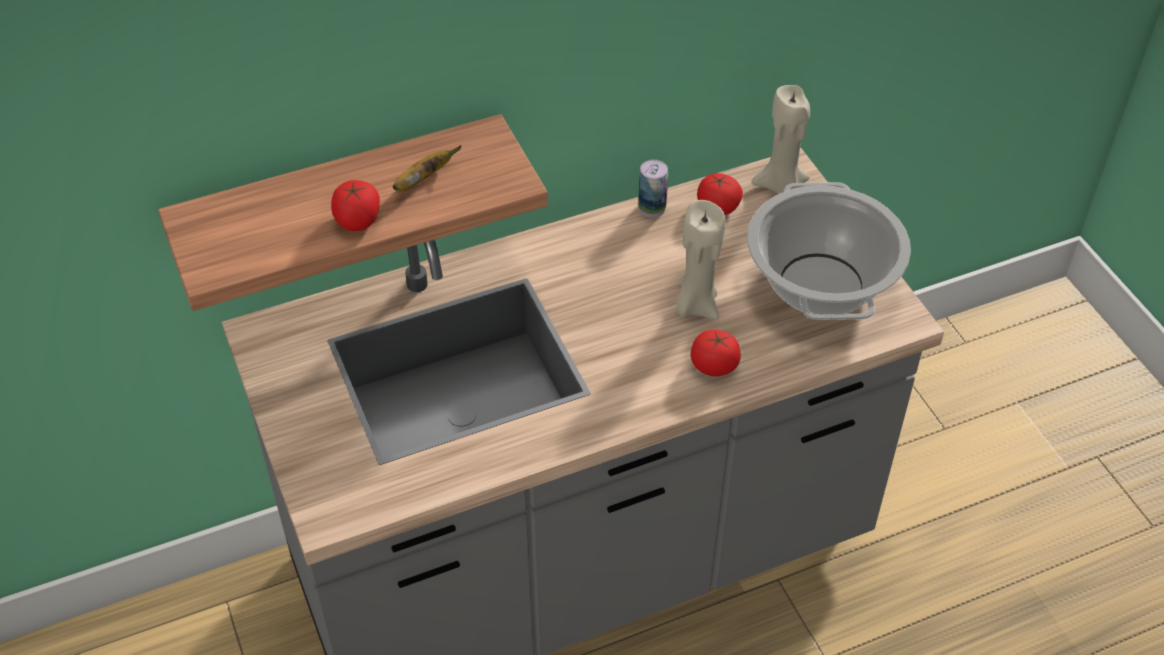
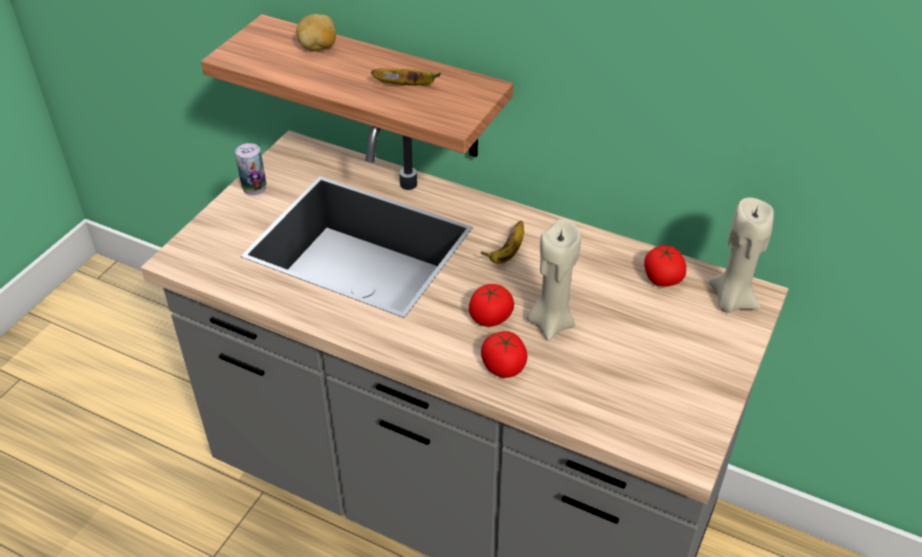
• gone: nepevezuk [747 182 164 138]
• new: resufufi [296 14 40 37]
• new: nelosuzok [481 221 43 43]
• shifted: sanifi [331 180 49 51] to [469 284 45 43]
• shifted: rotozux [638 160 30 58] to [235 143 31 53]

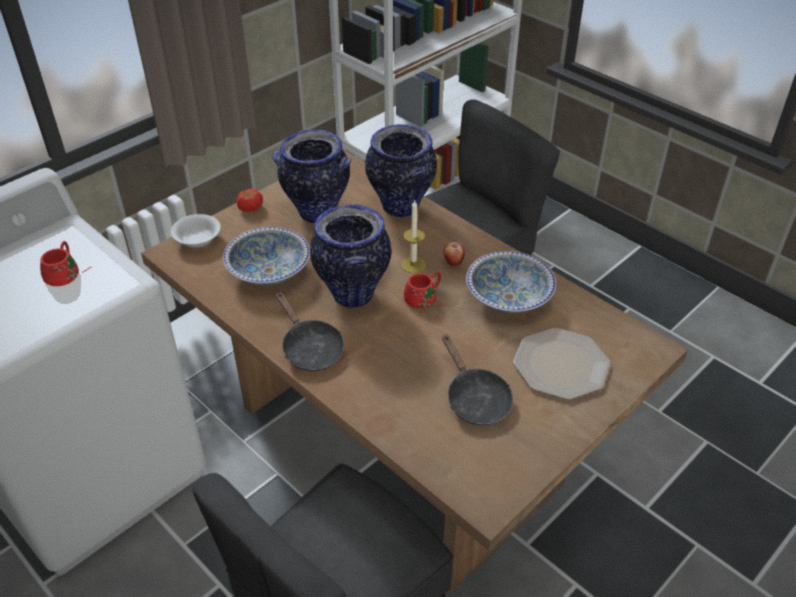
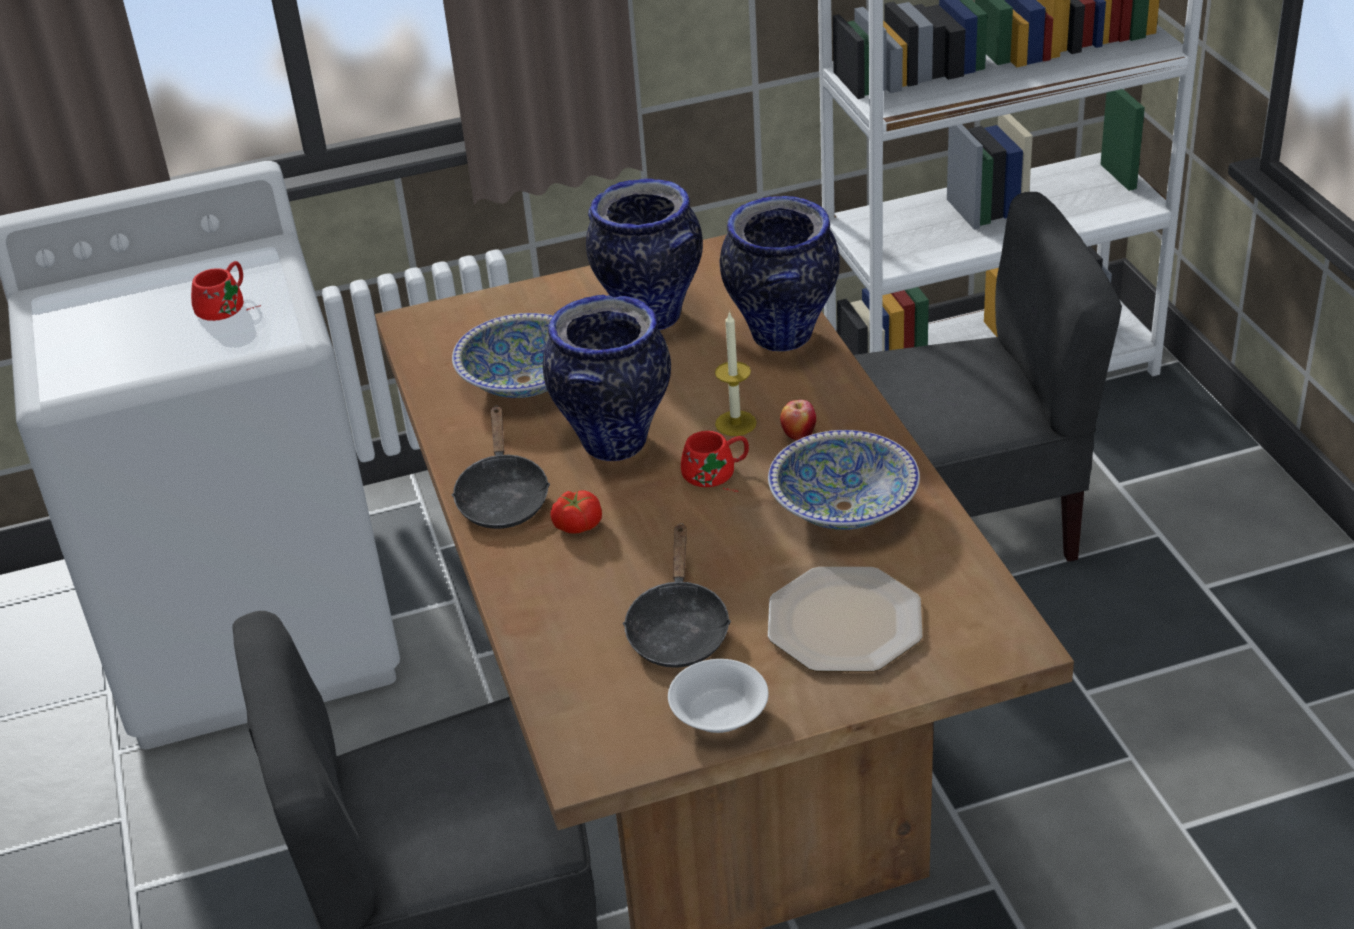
• shifted: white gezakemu [171 214 50 33] to [668 659 101 74]
• shifted: sanifi [237 189 26 23] to [551 490 51 44]

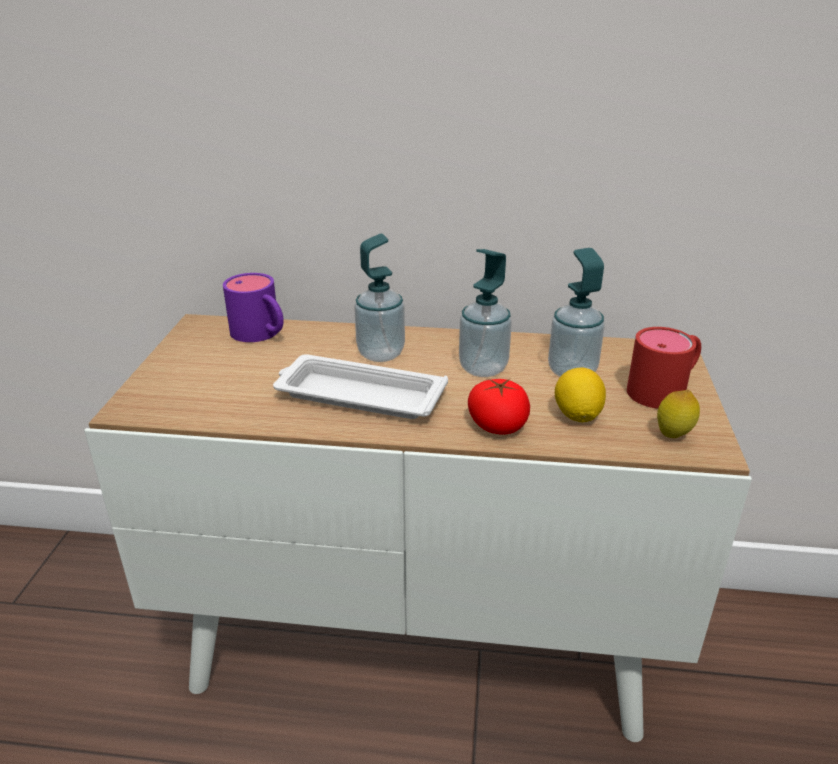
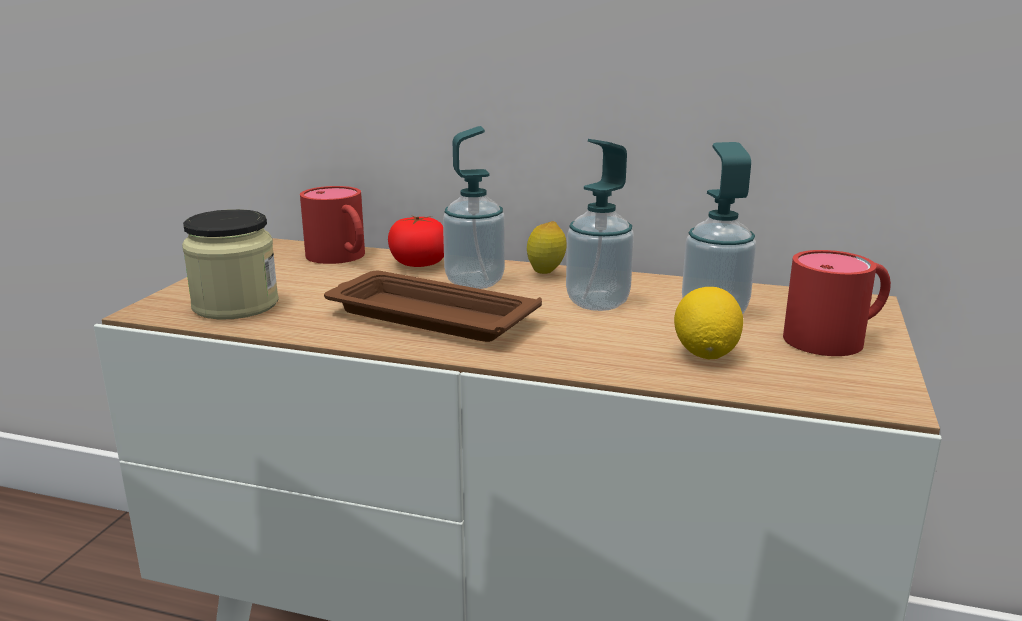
• new: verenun [182 209 97 111]
• shifted: sanifi [468 379 62 56] to [388 215 56 52]
• shifted: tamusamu [657 390 43 48] to [527 221 40 53]
• repainted: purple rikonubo [223 273 61 69] to red rikonubo [300 186 65 78]
• repainted: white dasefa [273 354 175 65] to brown dasefa [324 271 218 71]

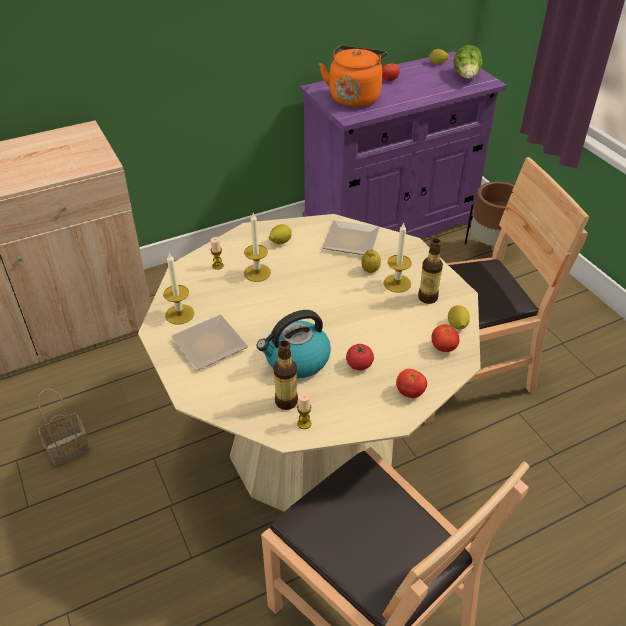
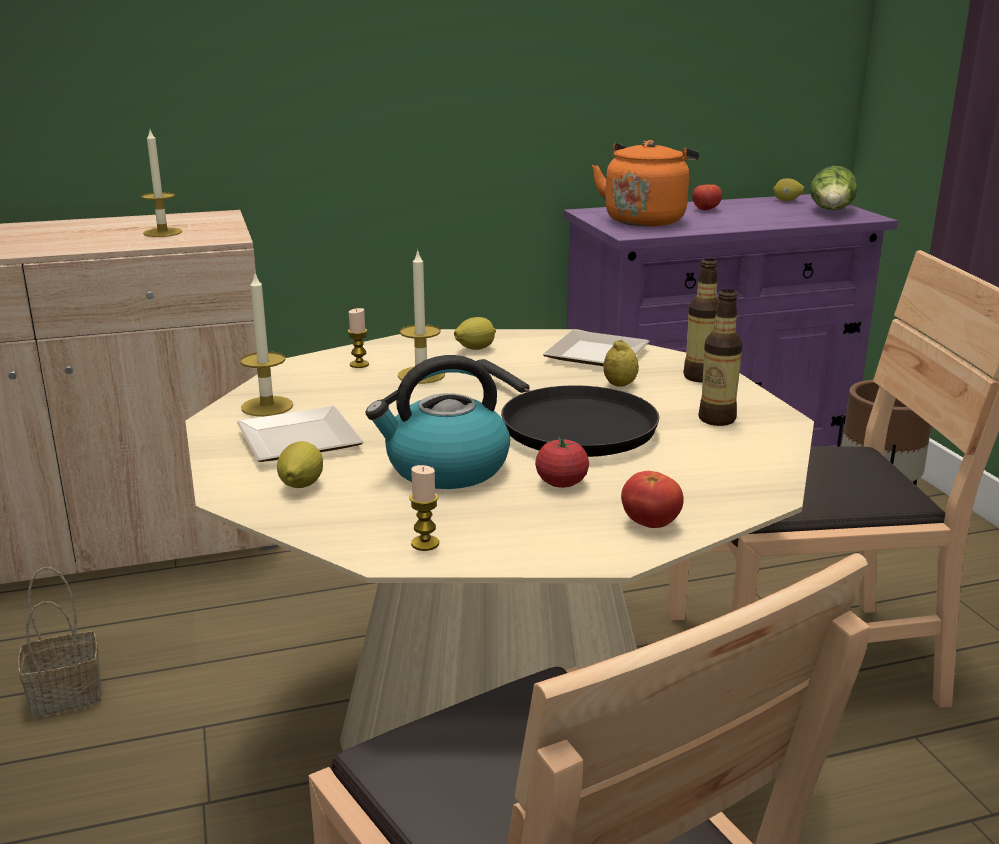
• gone: sanifi [431 324 28 28]
• new: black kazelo [476 359 183 98]
• shifted: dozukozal [273 341 25 69] to [683 258 36 124]
• shifted: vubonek [383 222 29 71] to [141 130 41 107]
• shifted: tamusamu [448 305 22 24] to [277 441 46 47]

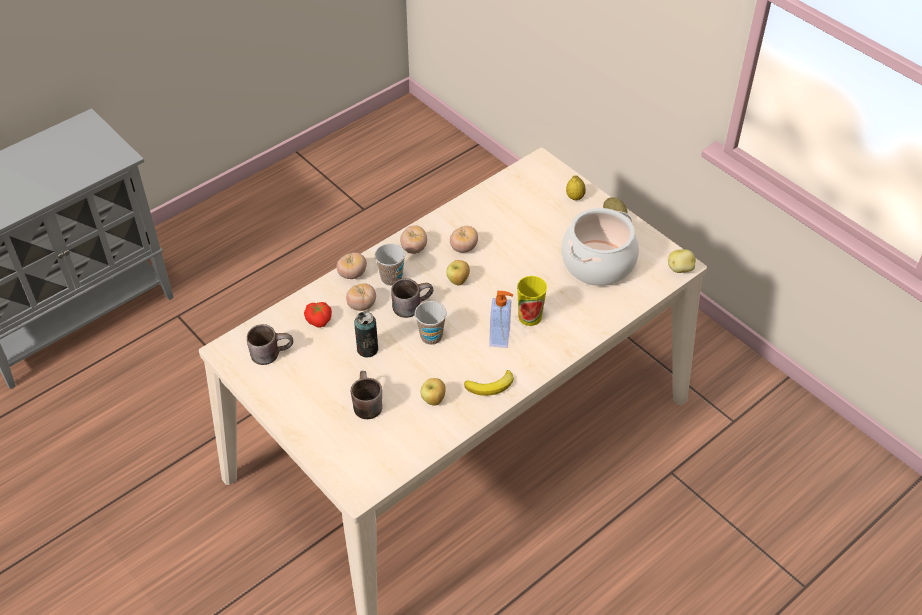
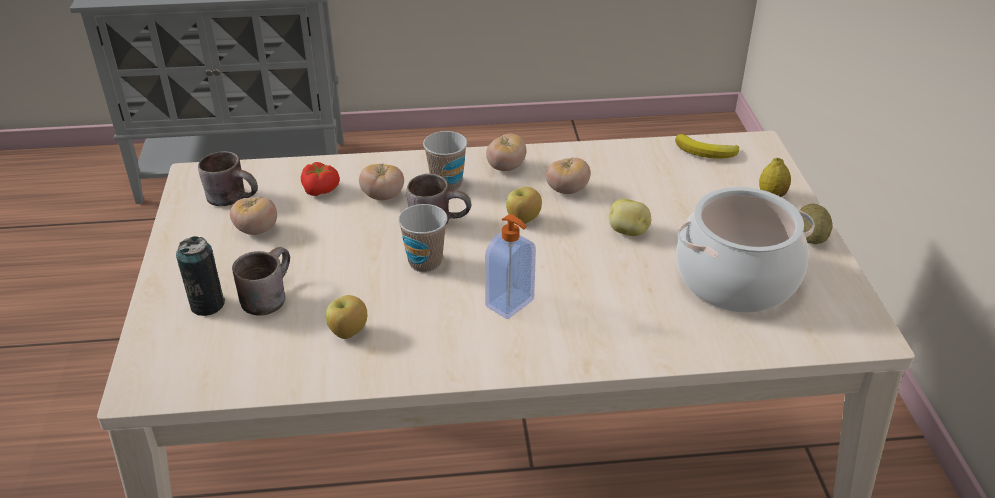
• gone: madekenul [517 276 30 50]
• shifted: sanifi [337 252 30 27] to [230 197 47 38]
• shifted: rotozux [354 311 24 46] to [176 236 49 80]
• shifted: nelosuzok [464 370 50 26] to [675 134 64 25]
• shifted: resufufi [668 249 28 24] to [609 199 42 37]

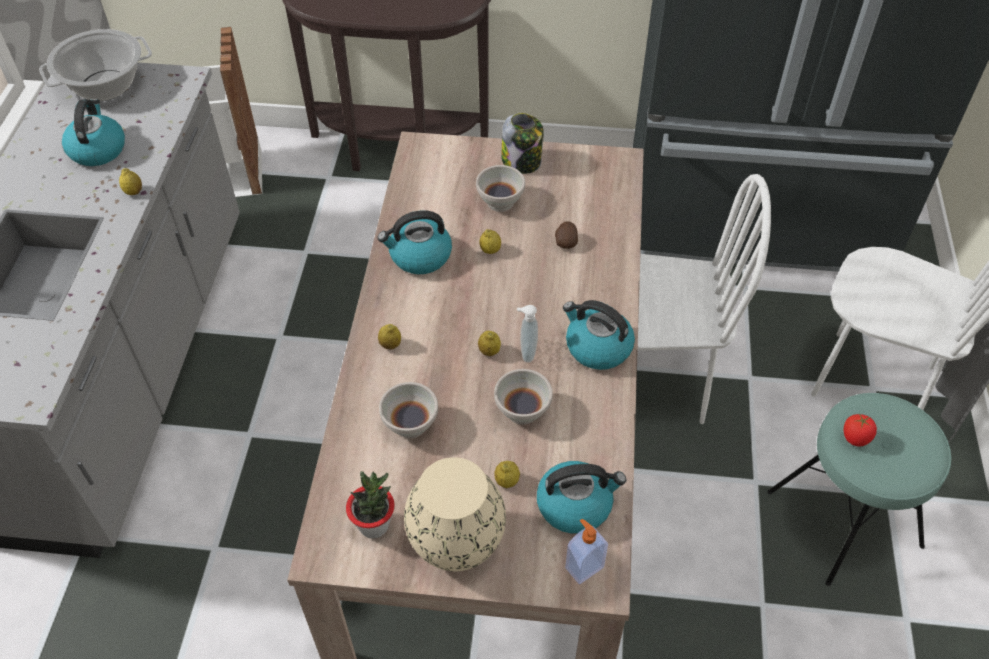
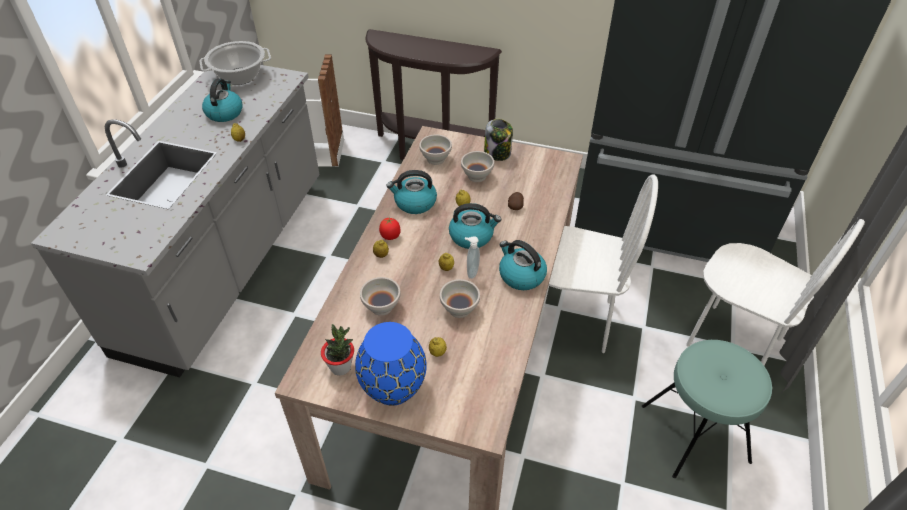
• gone: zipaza [565 519 43 65]
• new: white gezakemu [419 135 33 30]
• shifted: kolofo [537 461 89 73] to [449 203 52 46]
• shifted: sanifi [844 414 33 32] to [379 216 22 24]
• repainted: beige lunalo [404 457 102 115] to blue lunalo [355 322 72 84]

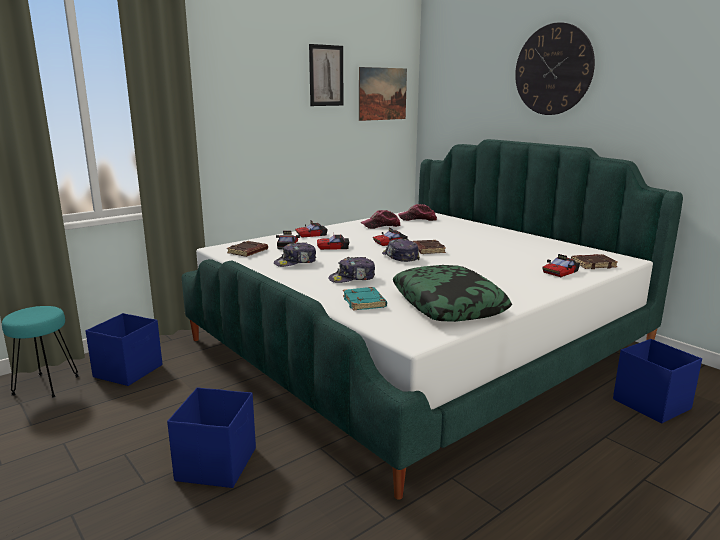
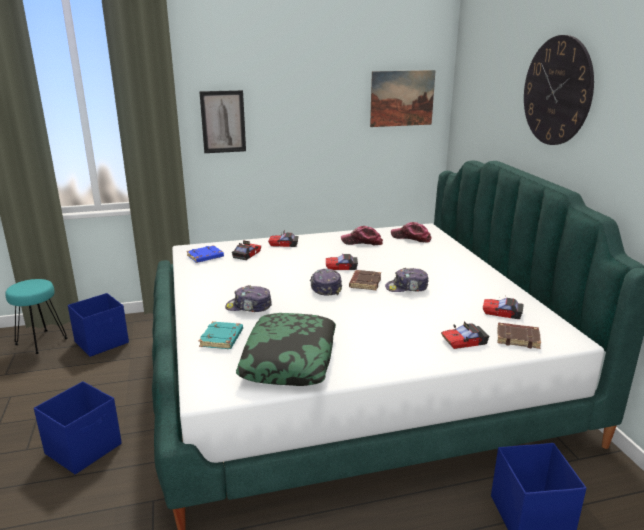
• shifted: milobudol [274 242 42 25] to [385 268 43 24]
• shifted: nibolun [309 44 34 62] to [199 90 47 63]
• shifted: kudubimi [317 233 32 17] to [483 298 41 21]
• repainted: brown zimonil [227 241 41 16] to blue zimonil [187 245 37 18]

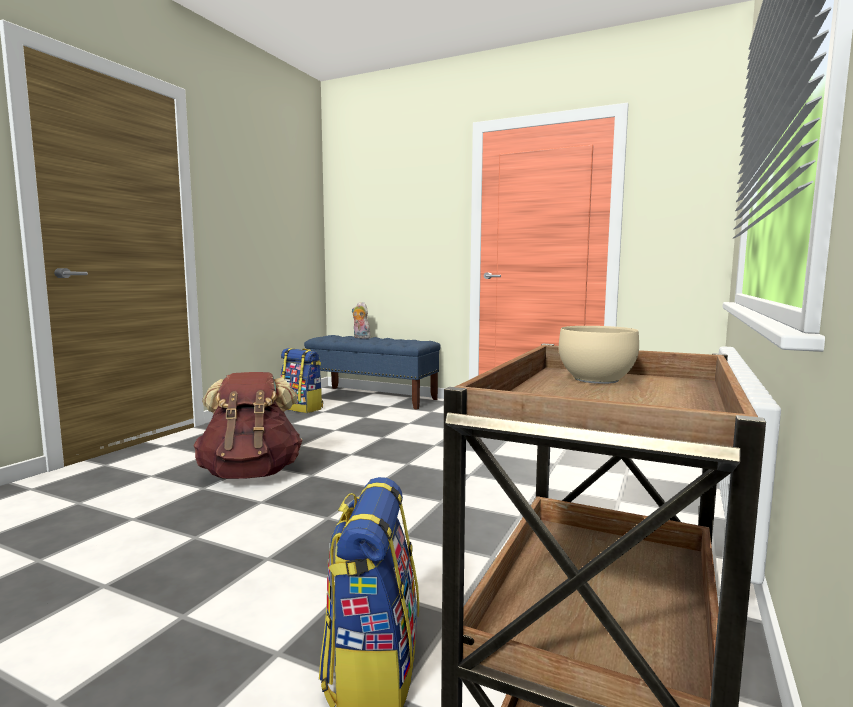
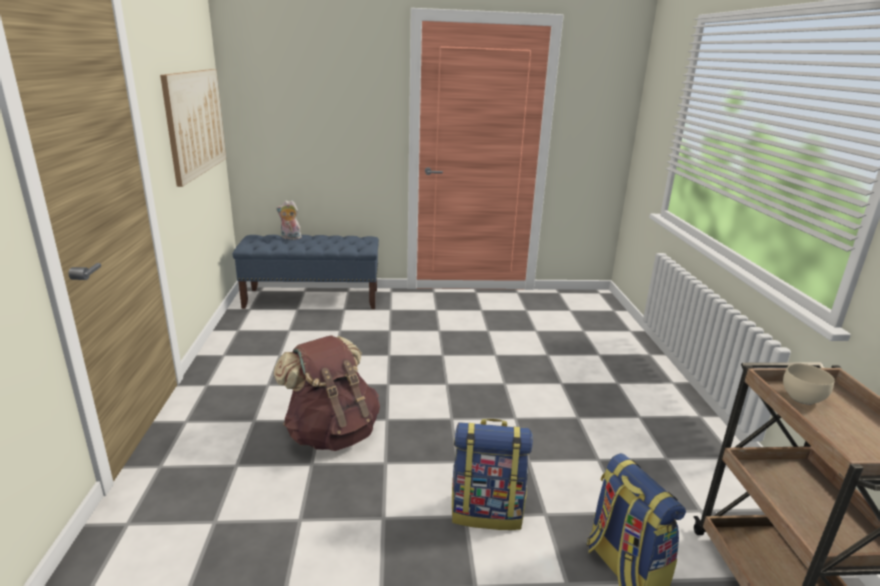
• new: nibolun [160 69 66 118]
• shifted: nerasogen [280 348 43 65] to [452 419 81 111]

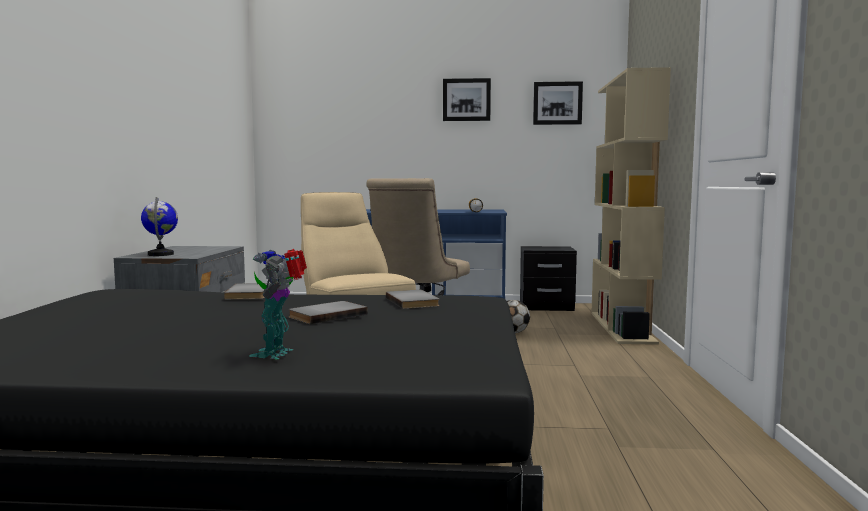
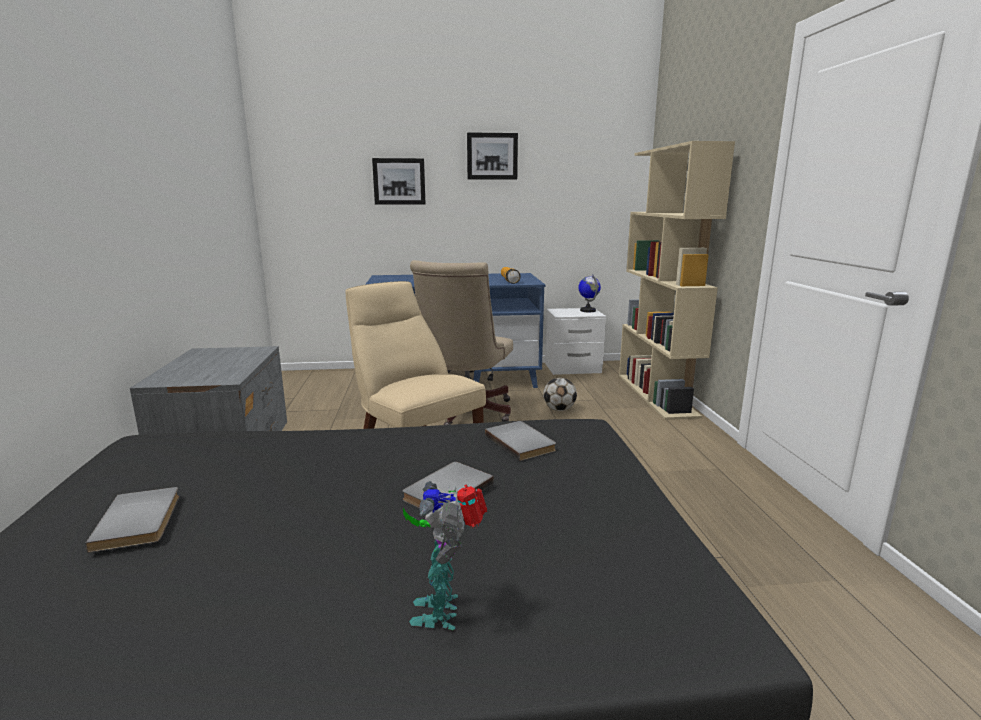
• shifted: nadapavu [141 197 37 59] to [578 274 23 38]
• shifted: grey zimonil [224 283 43 17] to [85 487 94 66]
• shifted: nibolun [533 81 50 44] to [372 158 54 47]
• repainted: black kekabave [520 246 57 65] to white kekabave [545 308 61 67]

